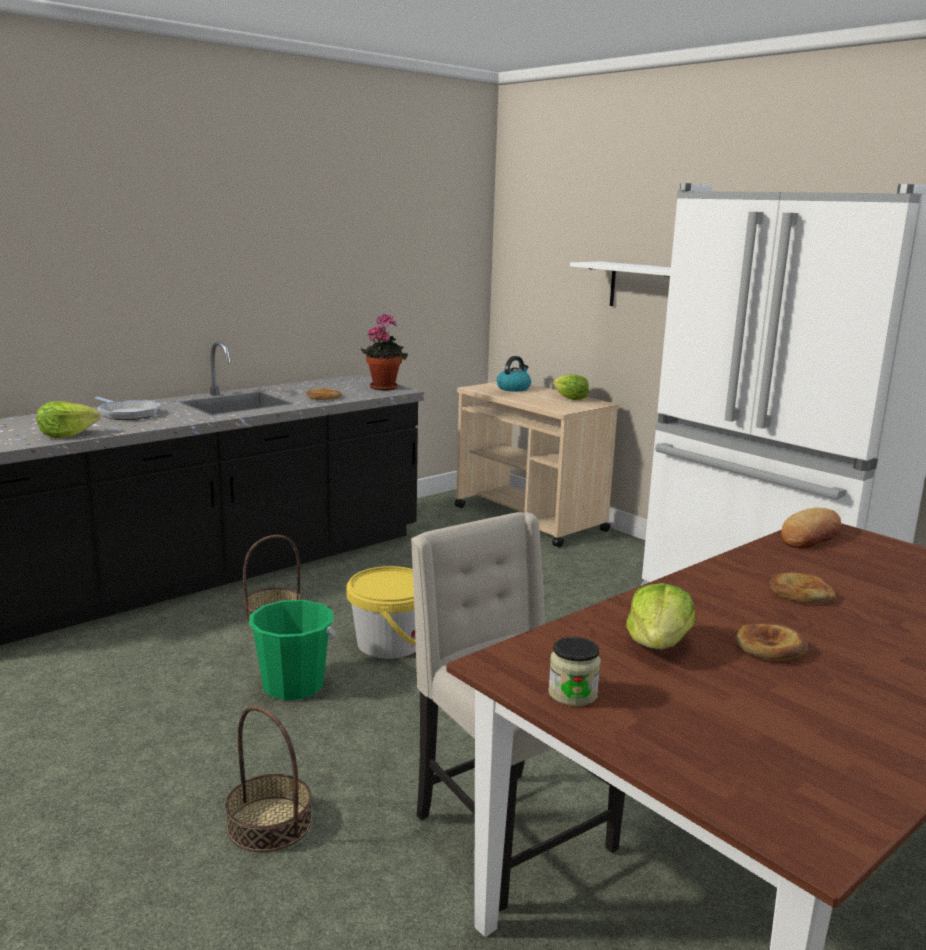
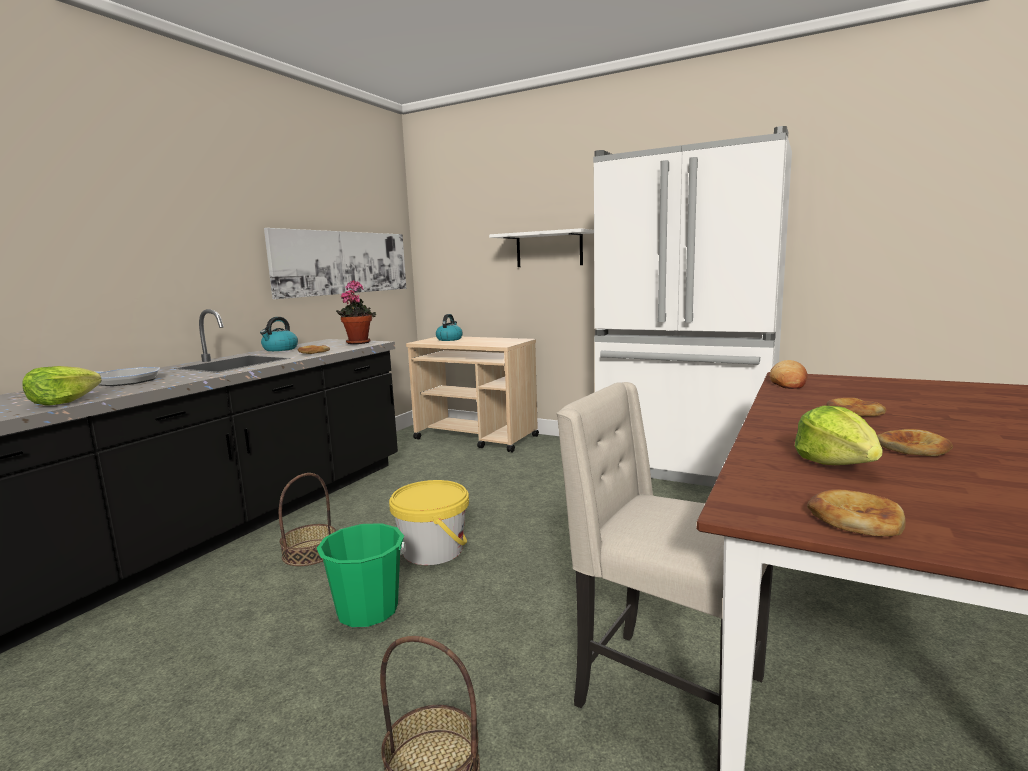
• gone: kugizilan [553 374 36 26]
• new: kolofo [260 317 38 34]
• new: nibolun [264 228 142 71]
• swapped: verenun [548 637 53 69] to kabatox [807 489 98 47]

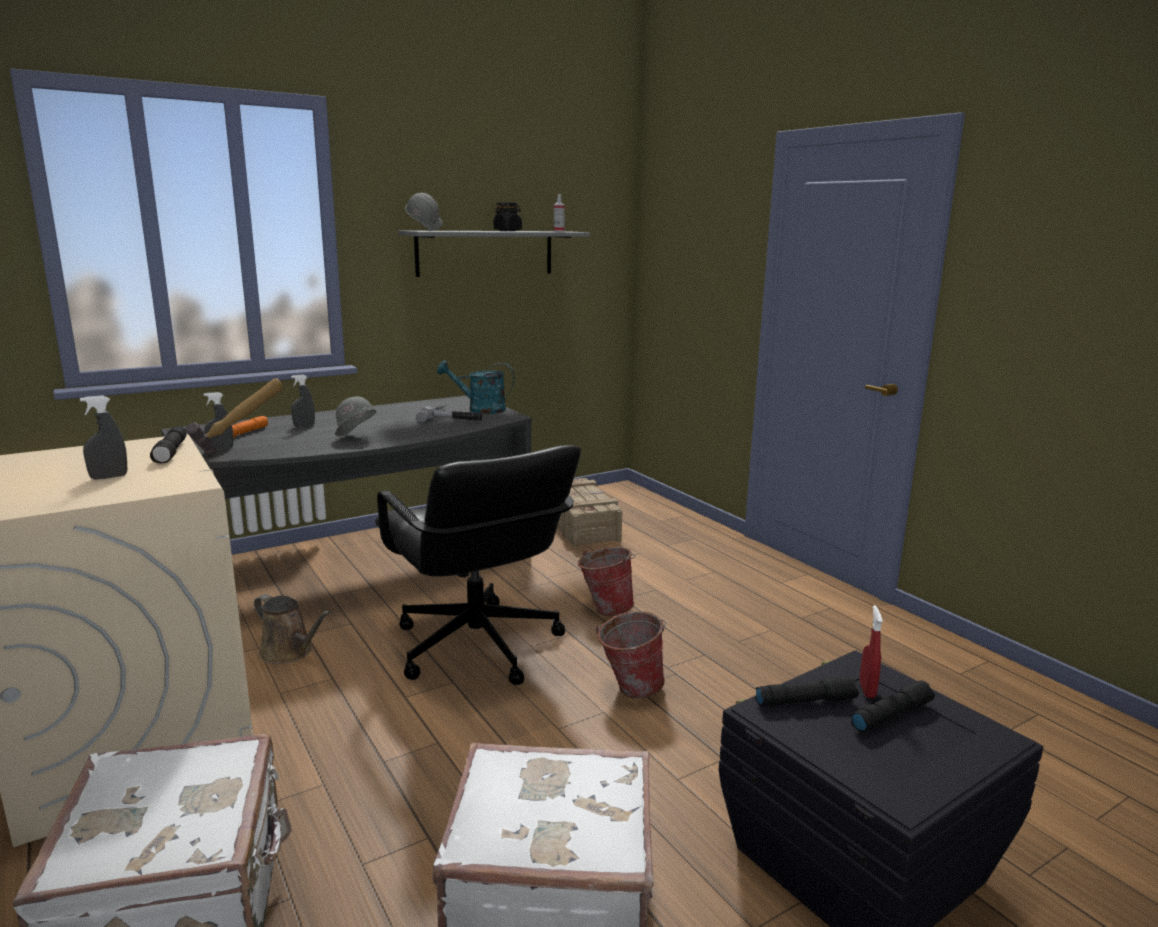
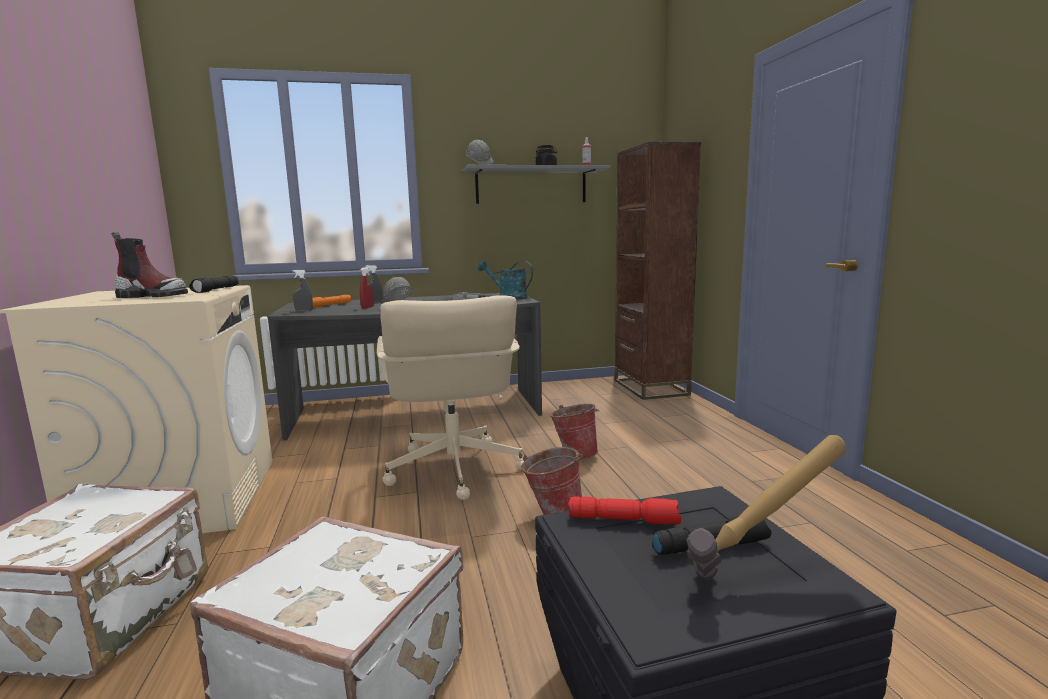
• gone: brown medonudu [254 594 77 70]
• gone: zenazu [557 478 66 69]
• new: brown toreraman [614 142 87 258]
• shifted: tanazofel [185 378 98 77] to [686 435 160 145]
• shifted: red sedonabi [860 605 23 93] to [360 267 14 42]
• swapped: grey sedonabi [80 395 47 85] to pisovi [111 232 77 66]
• repainted: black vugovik [375 445 206 240] to beige vugovik [377 295 147 205]
• repainted: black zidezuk [755 676 104 30] to red zidezuk [568 496 113 28]

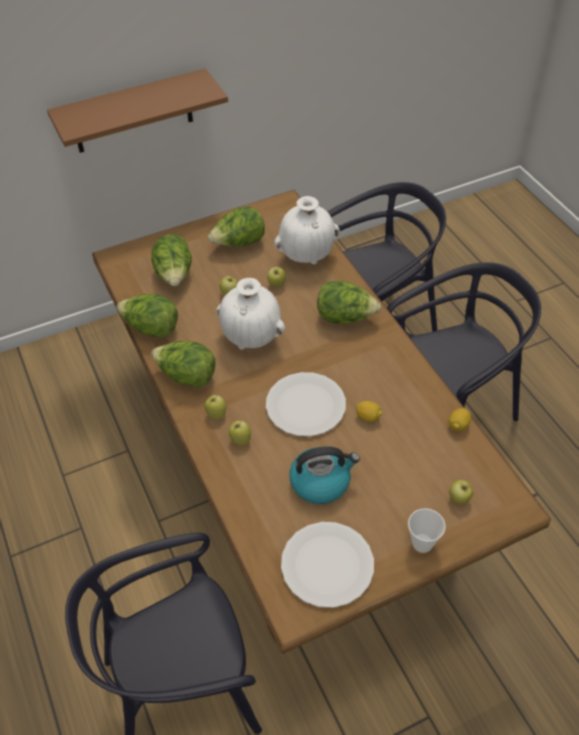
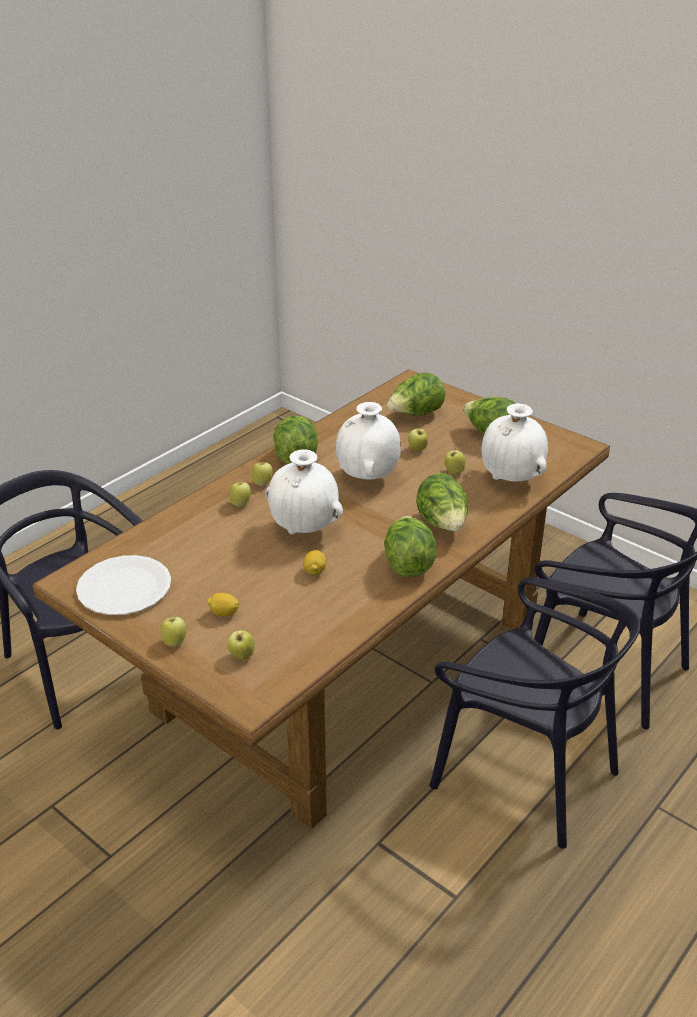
• gone: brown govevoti [47 69 181 84]
• gone: kolofo [289 446 71 58]
• shifted: kugizilan [117 294 61 44] to [384 516 53 61]
• shifted: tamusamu [449 408 22 23] to [207 593 32 23]
• swapped: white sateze [266 372 80 64] to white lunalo [266 449 77 86]
• swapped: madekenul [408 508 38 45] to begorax [160 617 27 30]

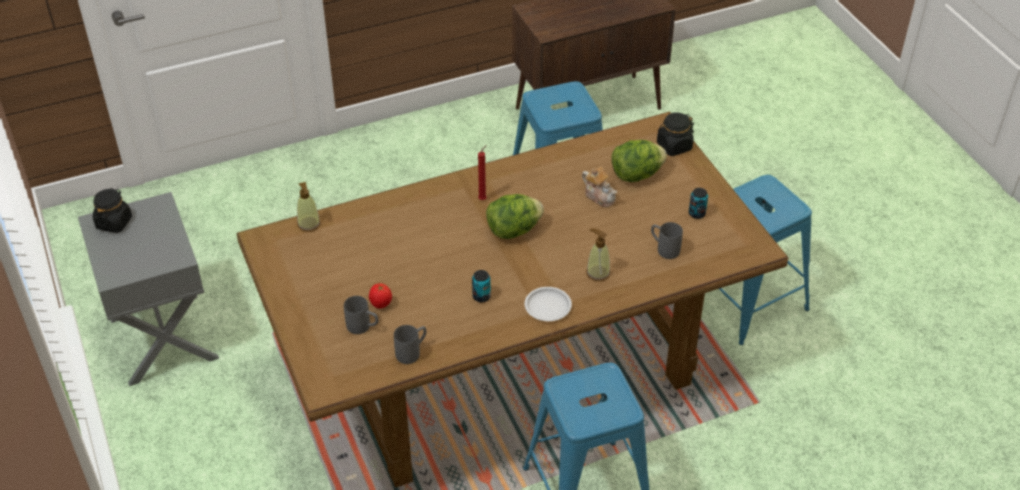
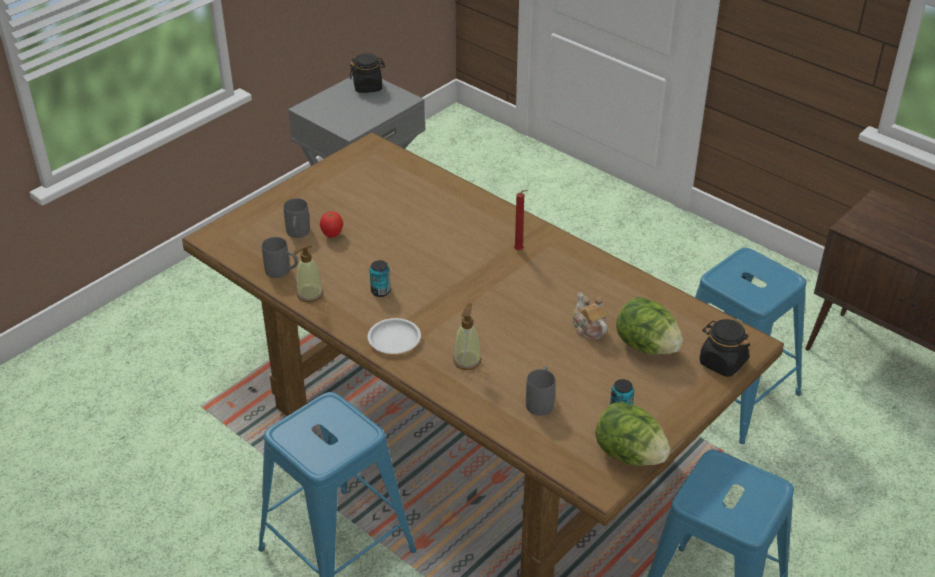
• shifted: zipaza [297 182 24 50] to [293 243 30 59]
• shifted: kugizilan [486 194 58 45] to [595 401 76 65]
• rotated: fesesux [582 167 35 40] = [572 292 36 48] 135 degrees clockwise

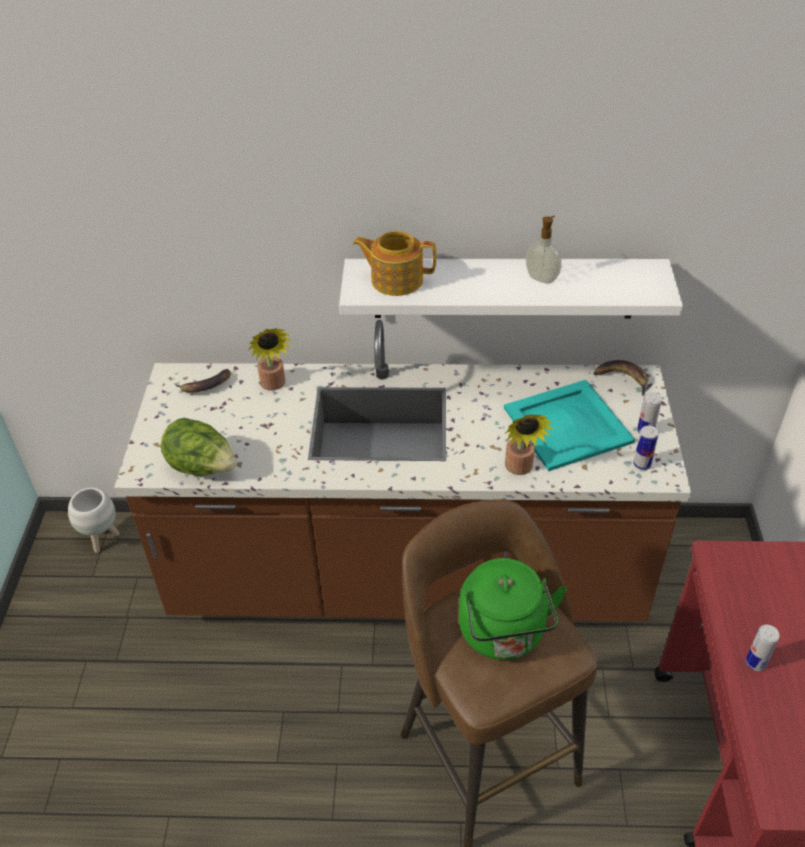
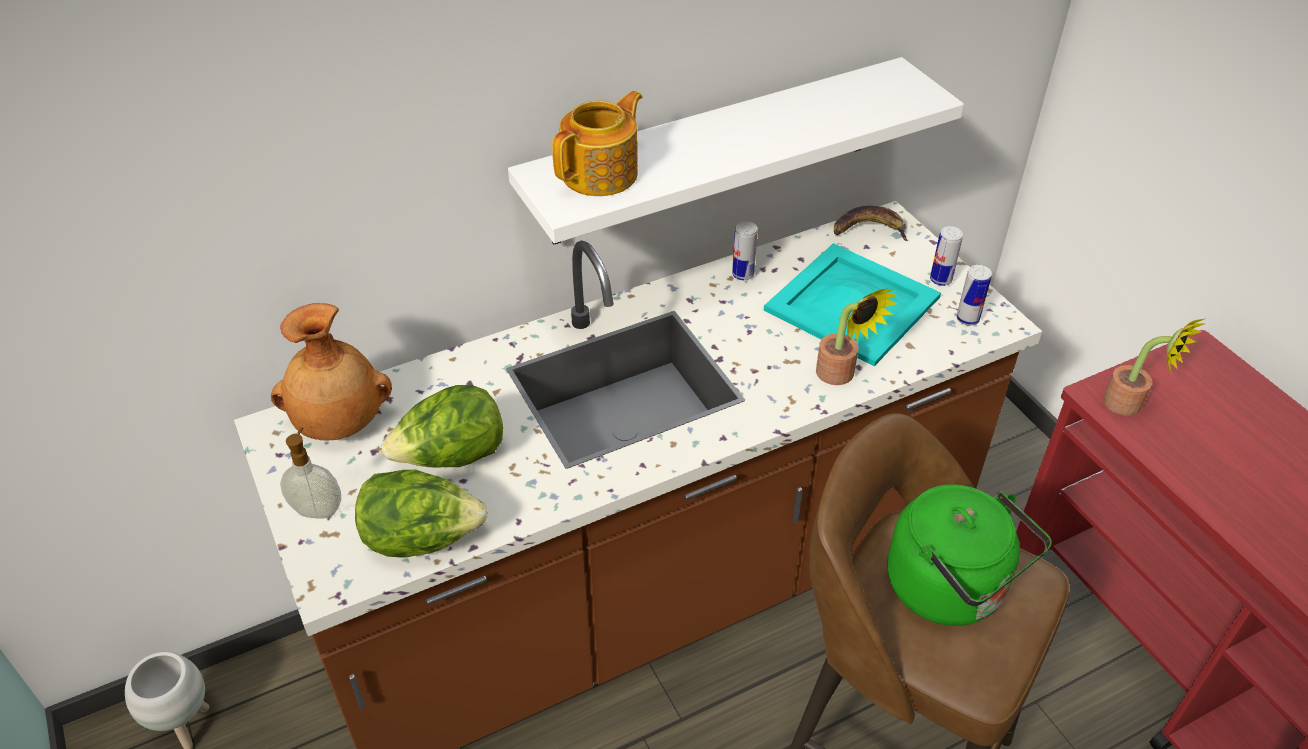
• new: kugizilan [381 385 122 83]
• shifted: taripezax [248 328 44 63] to [1104 319 100 97]
• shifted: zipaza [526 216 35 68] to [280 427 61 92]
• shifted: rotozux [745 625 35 46] to [732 221 26 59]
• swapped: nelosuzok [175 369 56 24] to brown lunalo [271 303 121 138]
• rotated: fesesux [353 231 83 65] = [552 91 90 105] 150 degrees clockwise

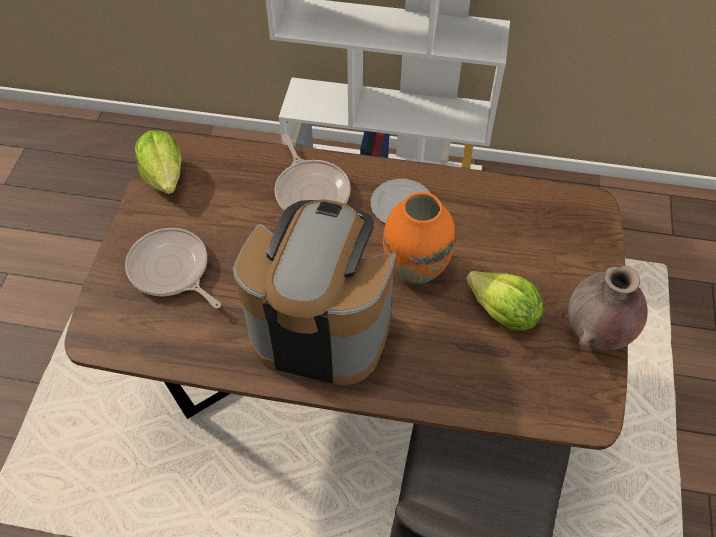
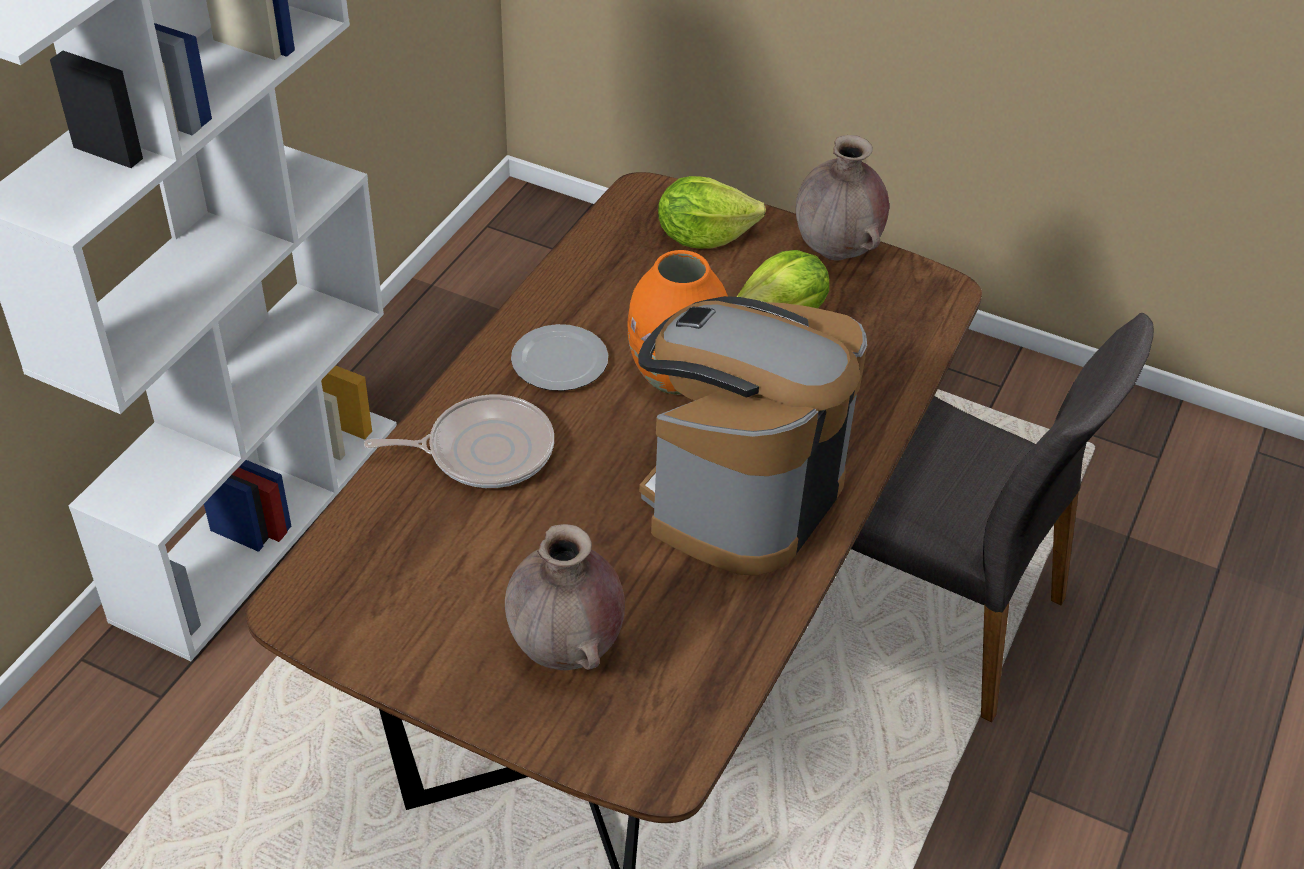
• shifted: kugizilan [135 130 47 64] to [658 176 108 73]
• swapped: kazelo [125 228 96 81] to brown lunalo [505 524 120 146]

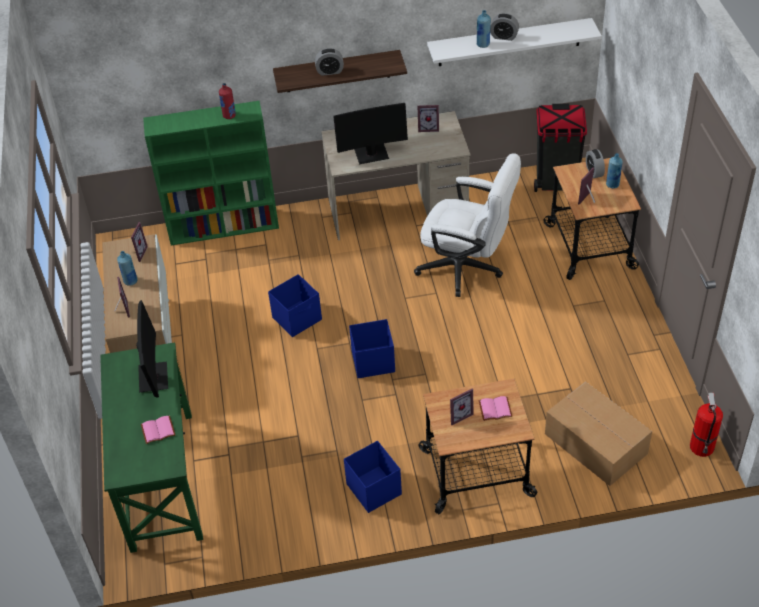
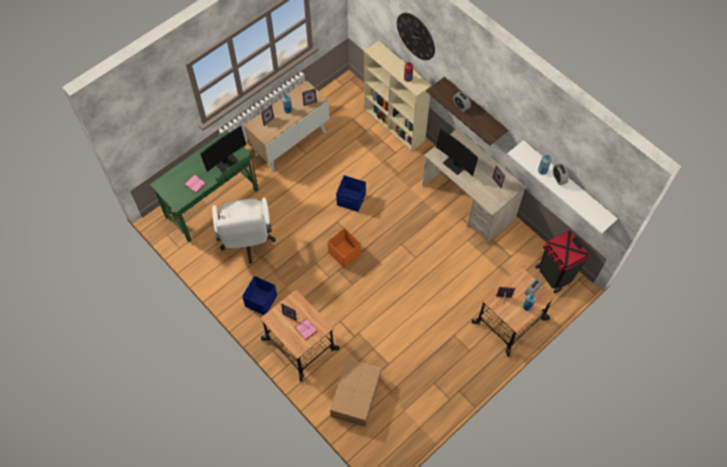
• gone: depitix [690 393 33 64]
• new: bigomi [397 13 38 47]
• shifted: white vugovik [414 153 107 144] to [212 197 64 67]
• repainted: green toreraman [143 101 136 144] to beige toreraman [364 41 67 110]
• repainted: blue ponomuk [349 319 46 59] to orange ponomuk [327 228 34 40]

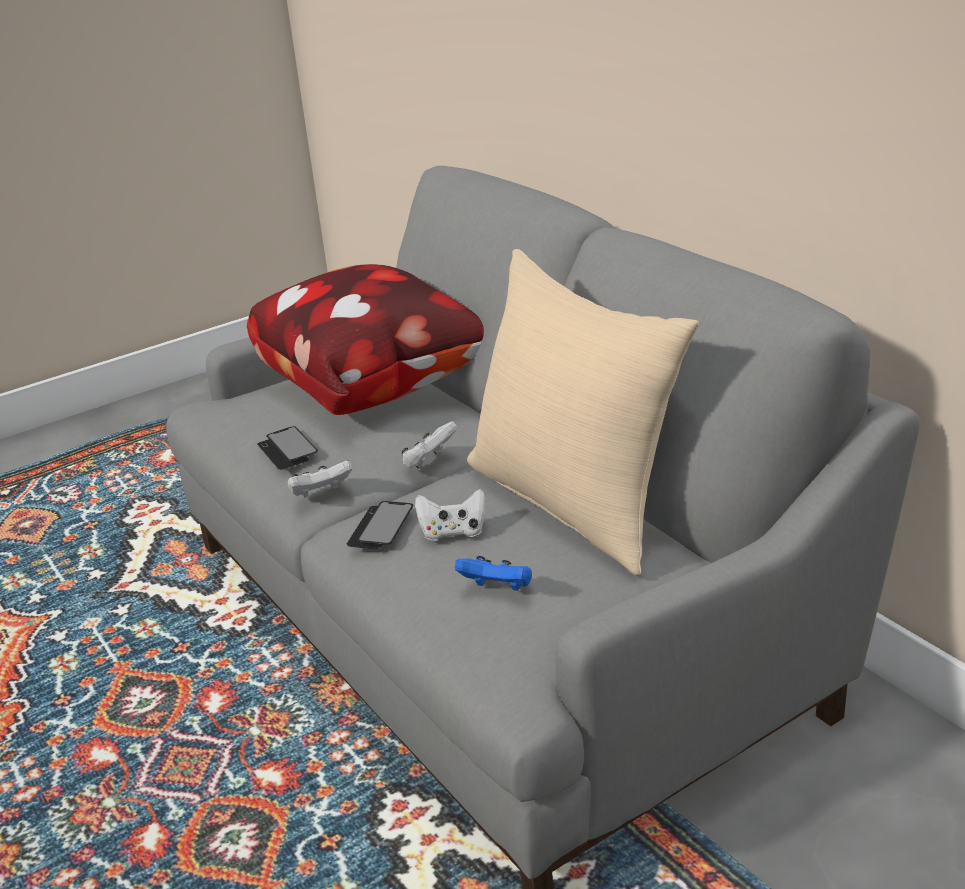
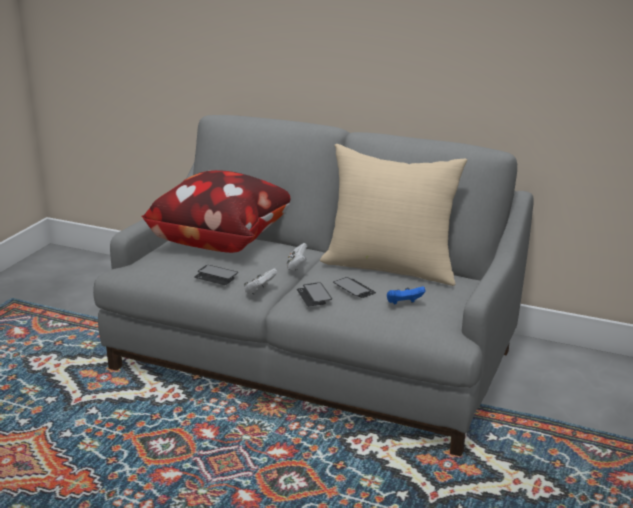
• swapped: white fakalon [415 489 71 52] to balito [333 277 43 21]

